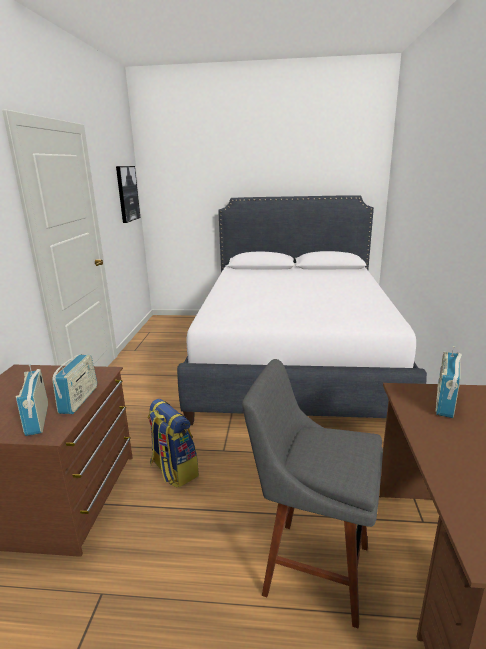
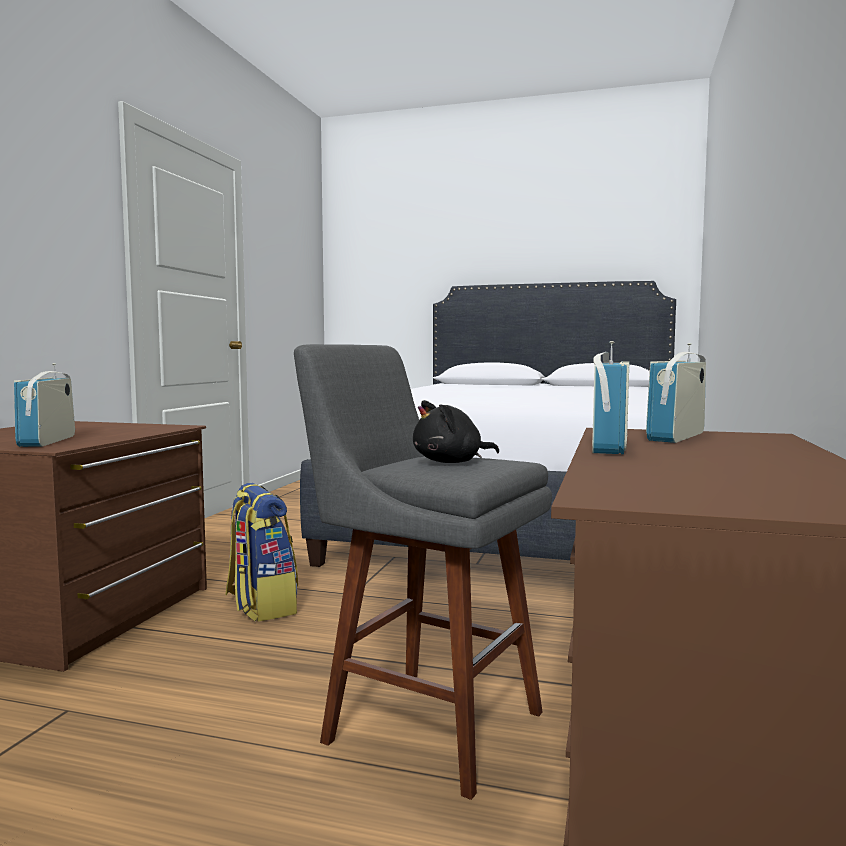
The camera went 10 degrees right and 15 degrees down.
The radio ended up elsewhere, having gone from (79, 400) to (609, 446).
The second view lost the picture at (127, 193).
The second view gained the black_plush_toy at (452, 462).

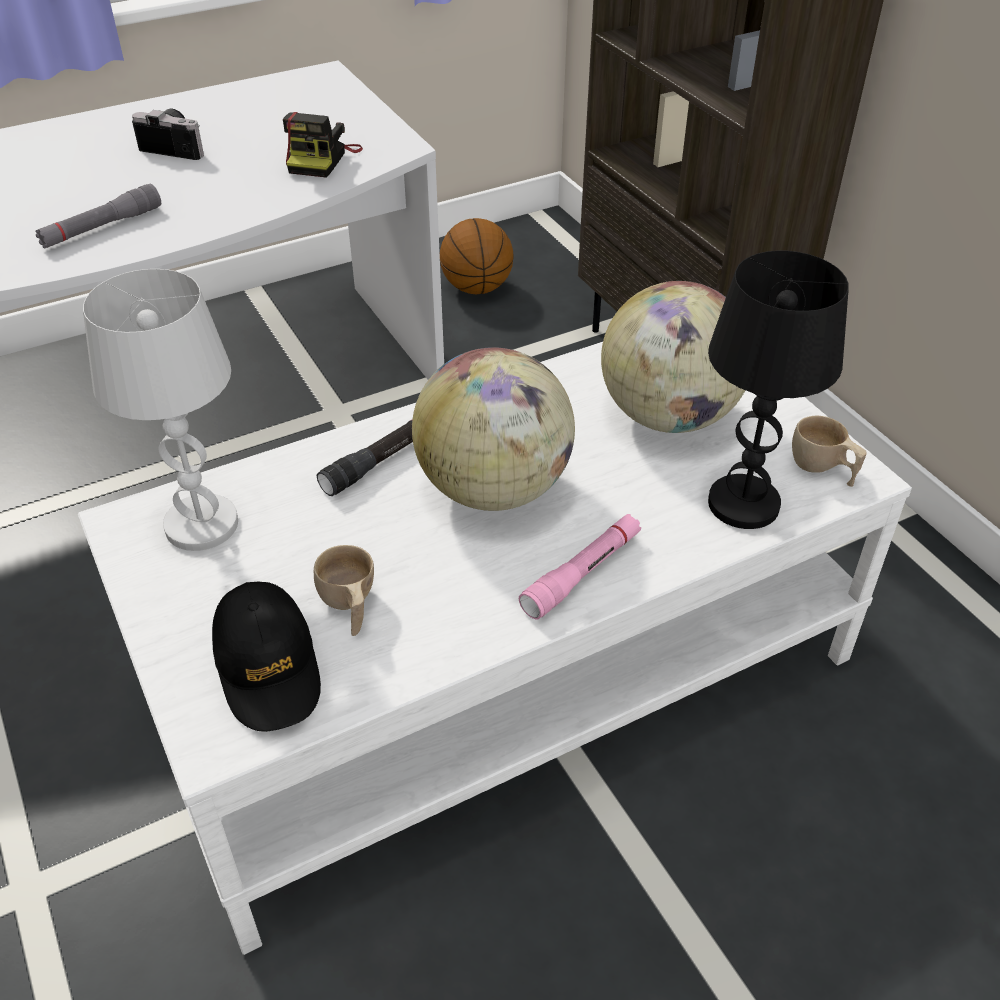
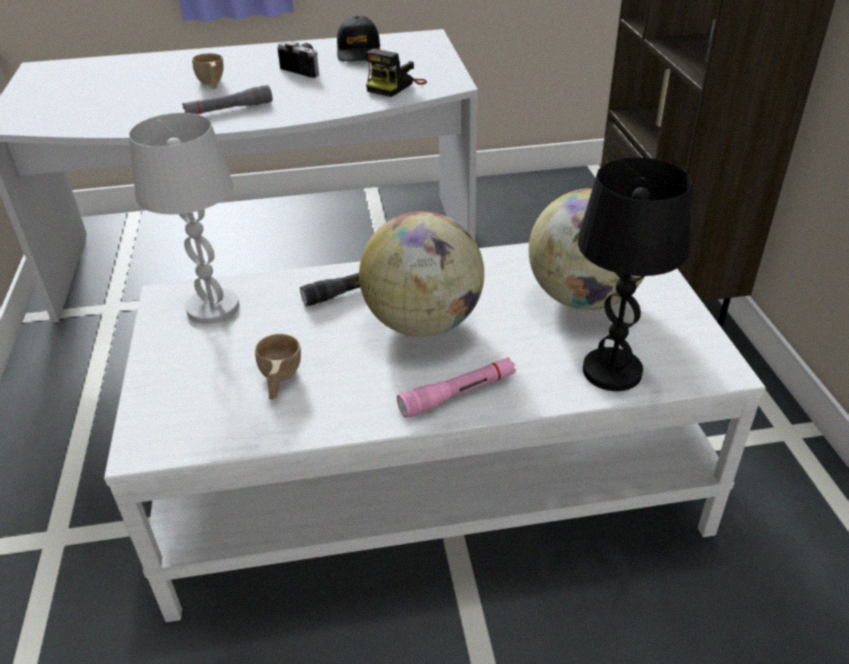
The camera went 20 degrees right and 5 degrees down.
The black_cap ended up elsewhere, having gone from (268, 666) to (358, 52).
The second view lost the basketball at (477, 288).
The beige_cup ended up elsewhere, having gone from (822, 469) to (211, 83).

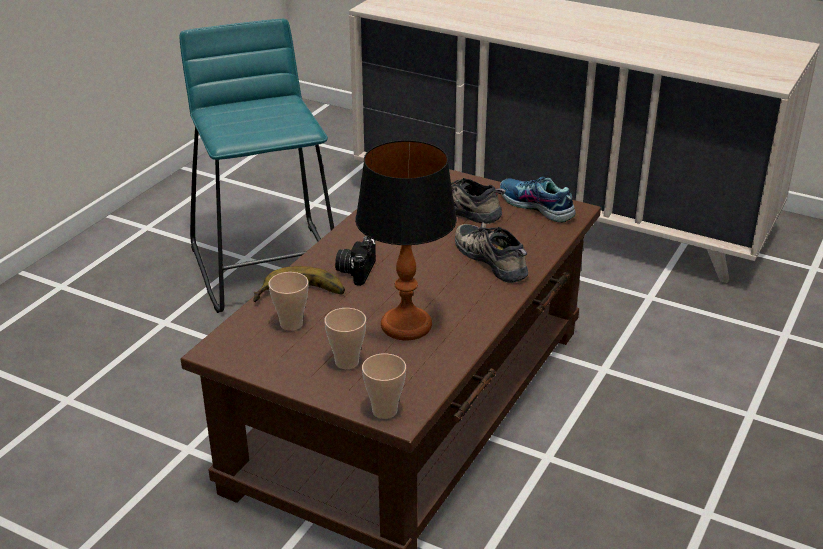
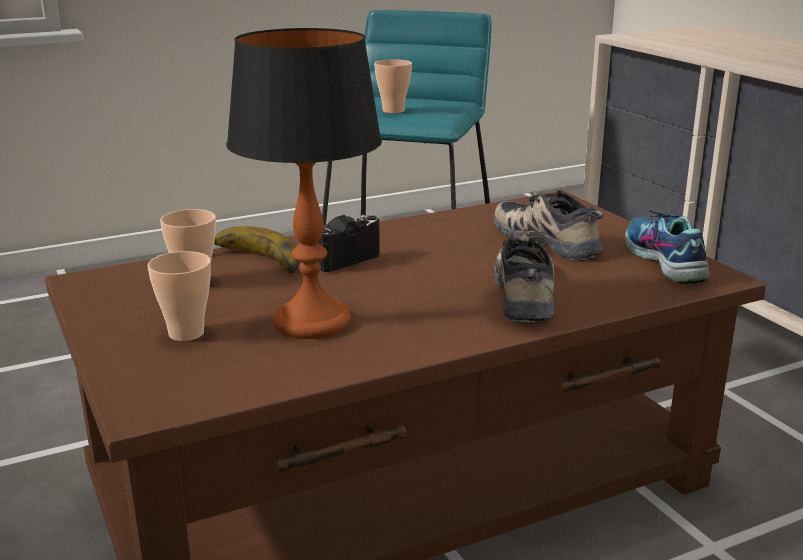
The camera went 35 degrees right and 10 degrees down.
The cup ended up elsewhere, having gone from (384, 411) to (393, 111).

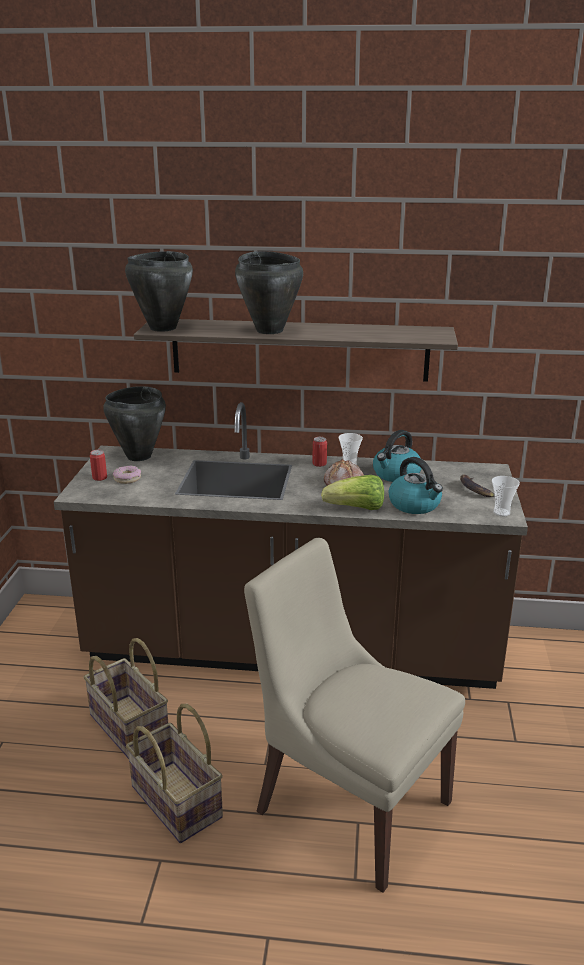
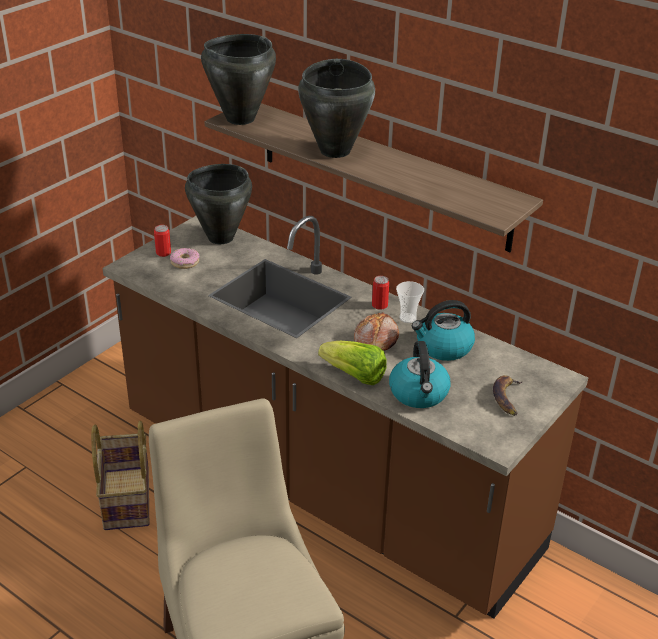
The camera went 30 degrees right and 10 degrees up.
The second view lost the basket at (174, 802).
The second view lost the cup at (501, 512).

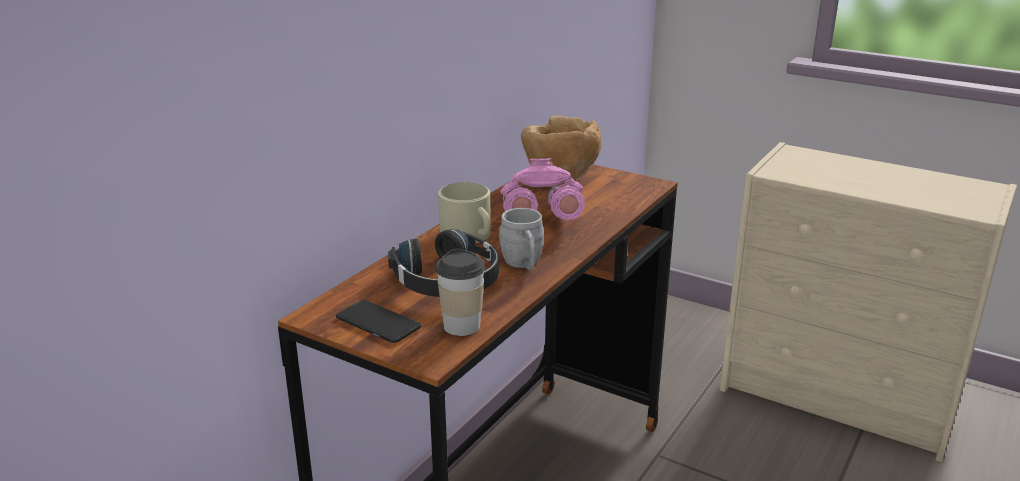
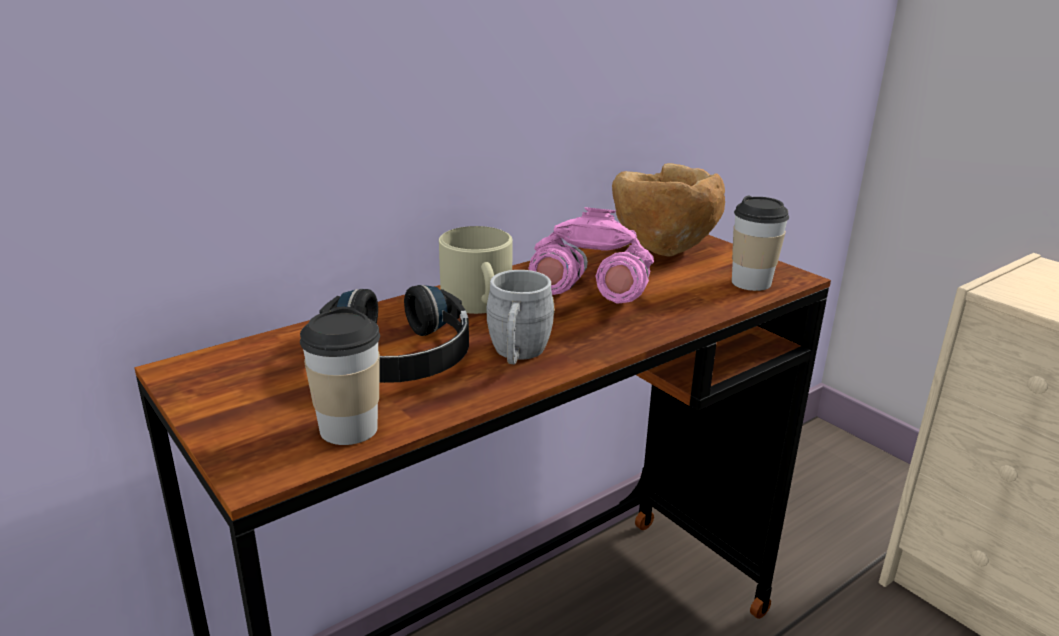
The camera went 20 degrees right and 0 degrees up.
The second view lost the phone at (378, 323).
The second view gained the cup at (751, 282).

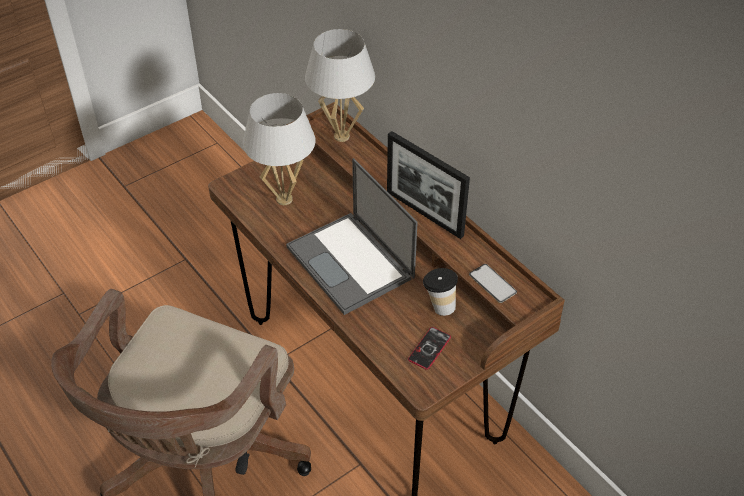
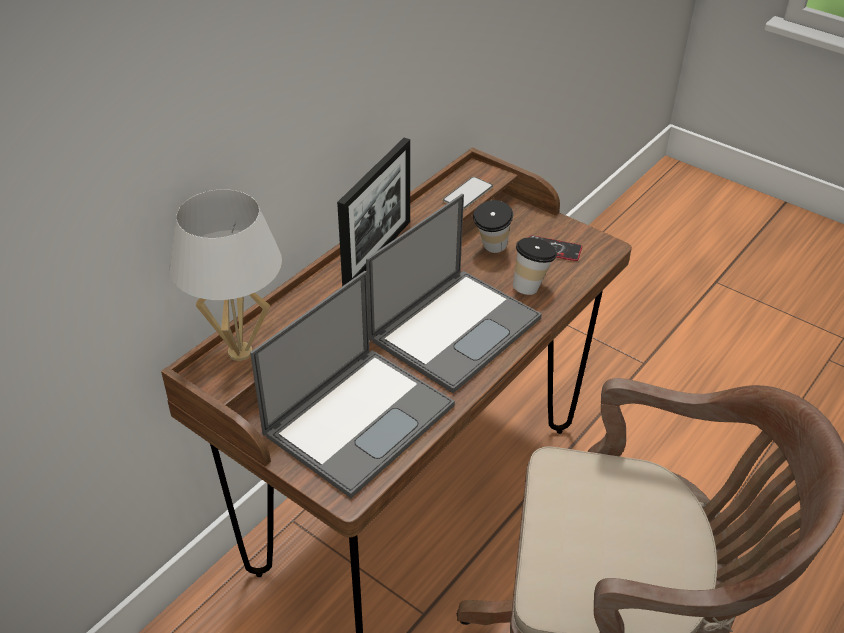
The camera went 105 degrees left and 5 degrees down.
Where the white_table_lamp stood at (284, 199), the laptop came to stand at (360, 418).
The second view gained the cup at (531, 286).

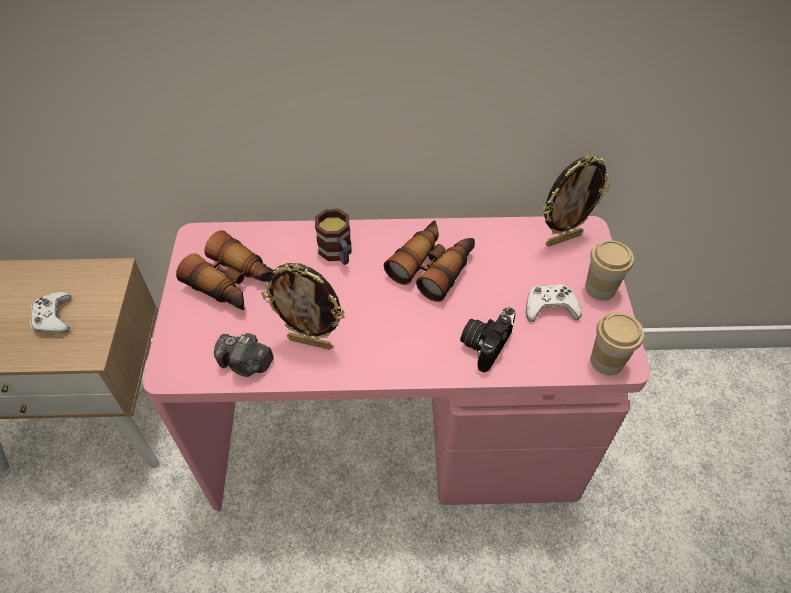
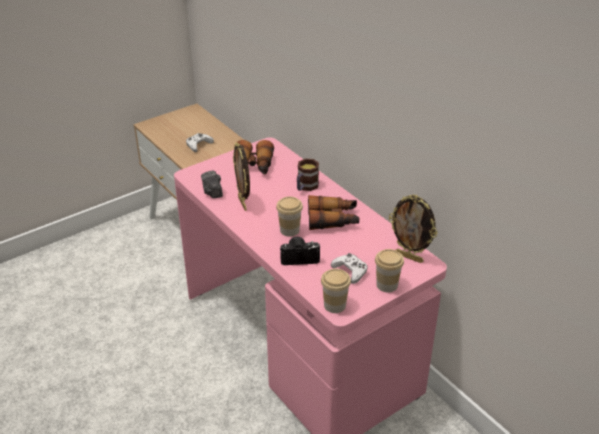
The camera went 55 degrees right and 15 degrees down.
The second view gained the cup at (289, 230).

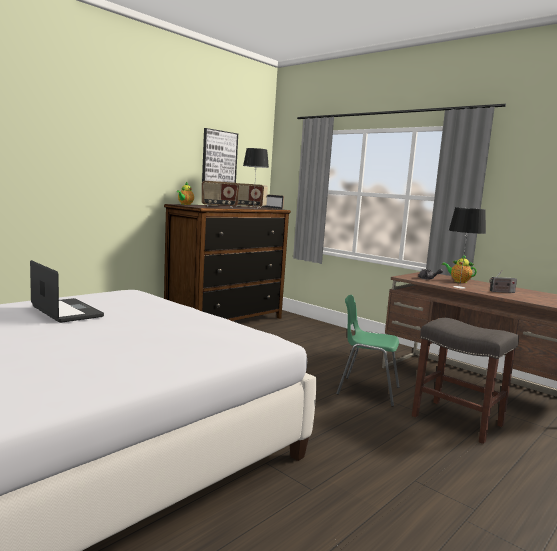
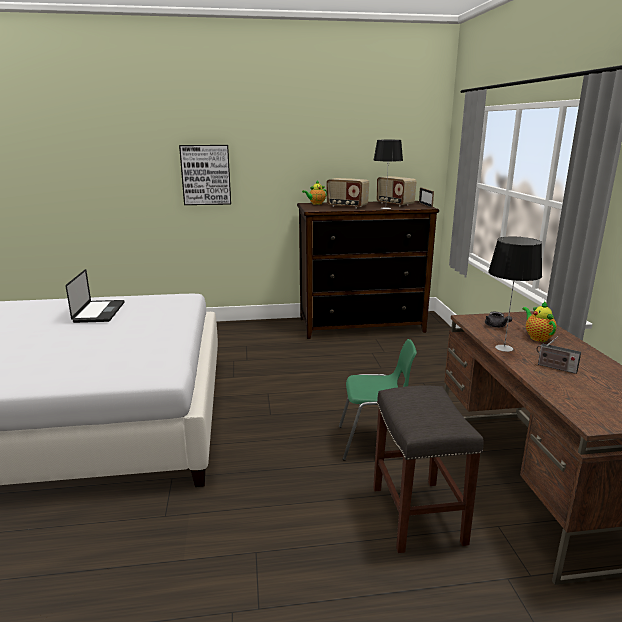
The camera went 40 degrees right and 10 degrees up.
The picture ended up elsewhere, having gone from (219, 157) to (206, 175).
The green_chair at (366, 390) ended up facing another way, 120 degrees clockwise from before.

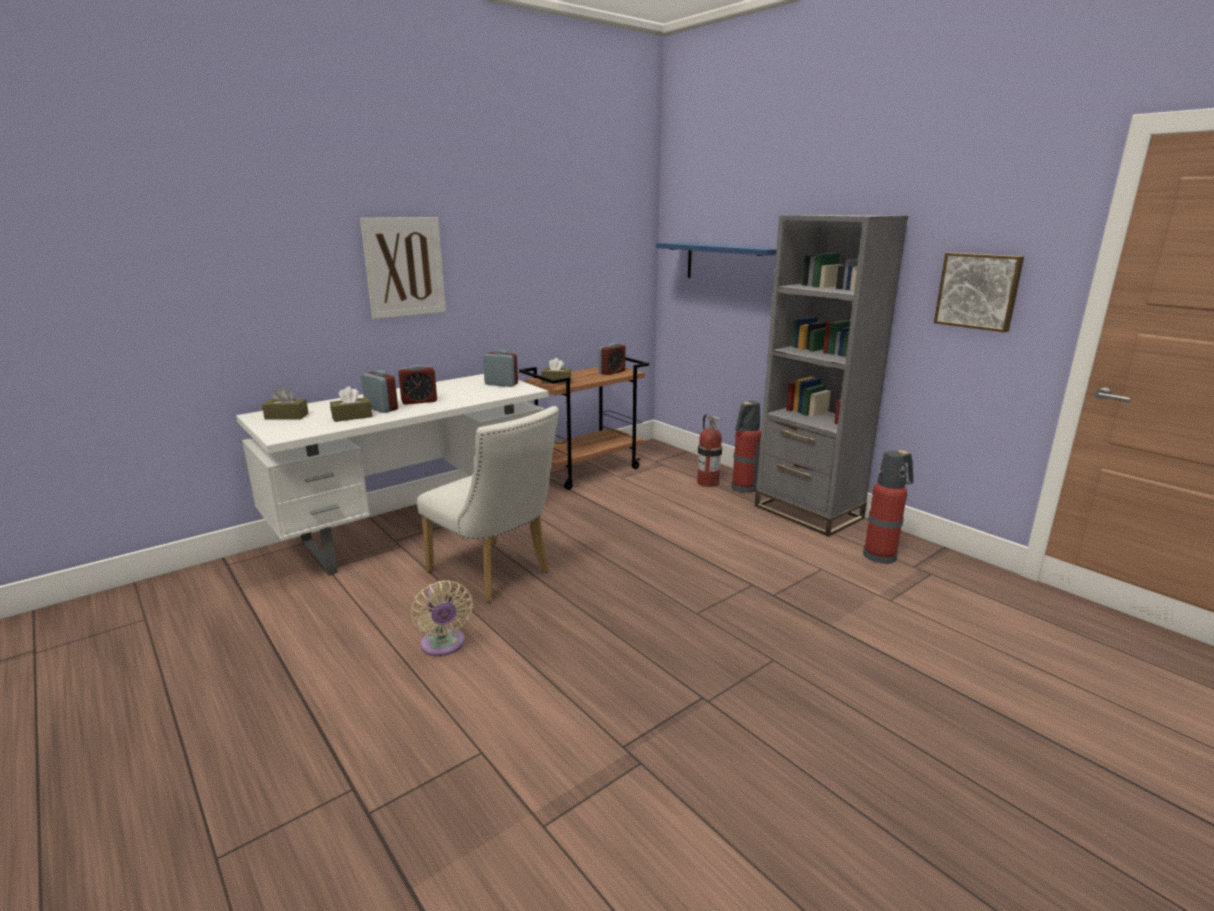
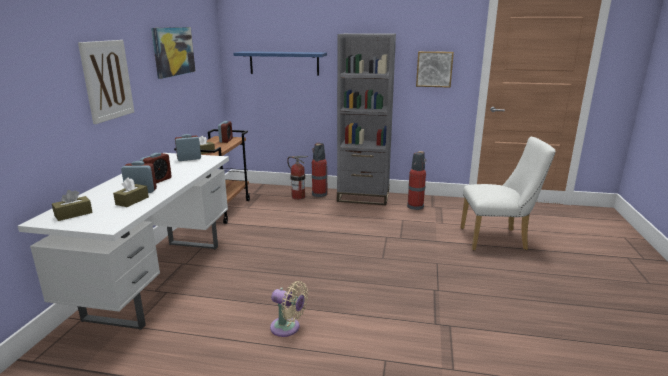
The camera went 40 degrees left and 0 degrees up.
The white_chair ended up elsewhere, having gone from (495, 574) to (498, 239).
The second view gained the picture at (173, 51).

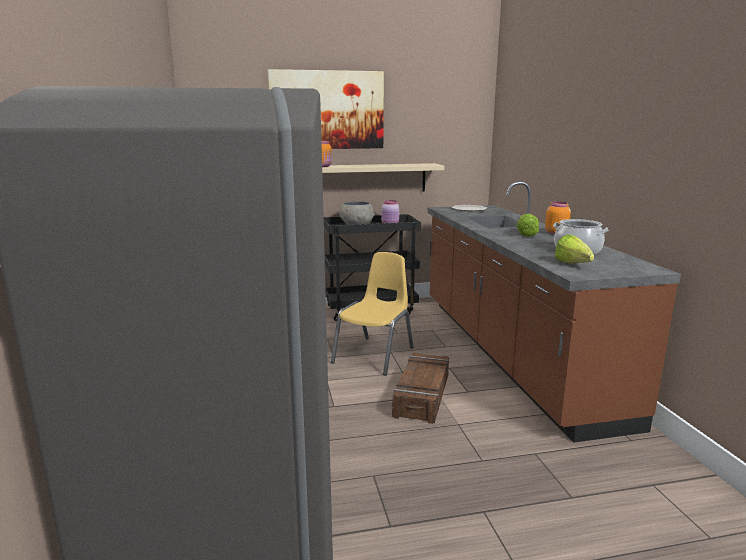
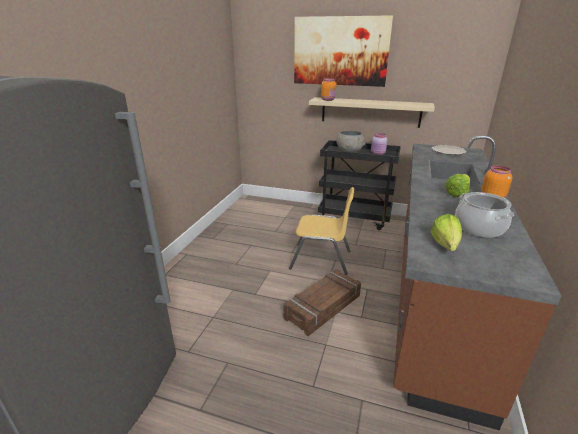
The camera went 30 degrees right and 10 degrees up.
The yellow_chair at (375, 355) ended up facing another way, 45 degrees clockwise from before.

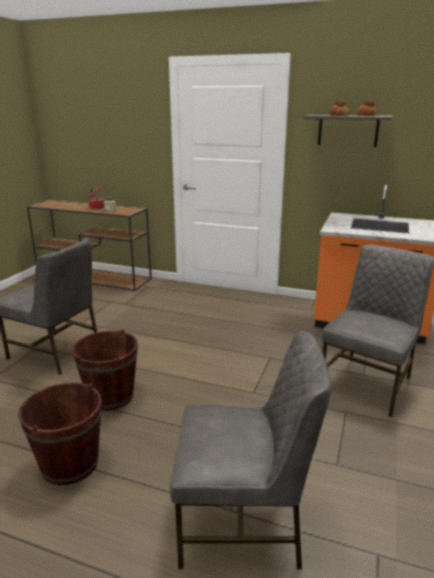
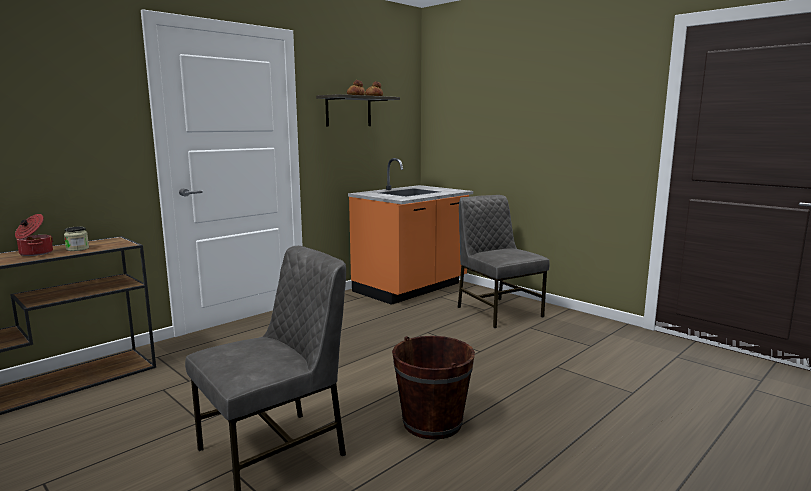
The camera went 65 degrees left and 10 degrees down.
The second view lost the brown_bucket at (70, 464).
The second view lost the grey_chair at (243, 523).

